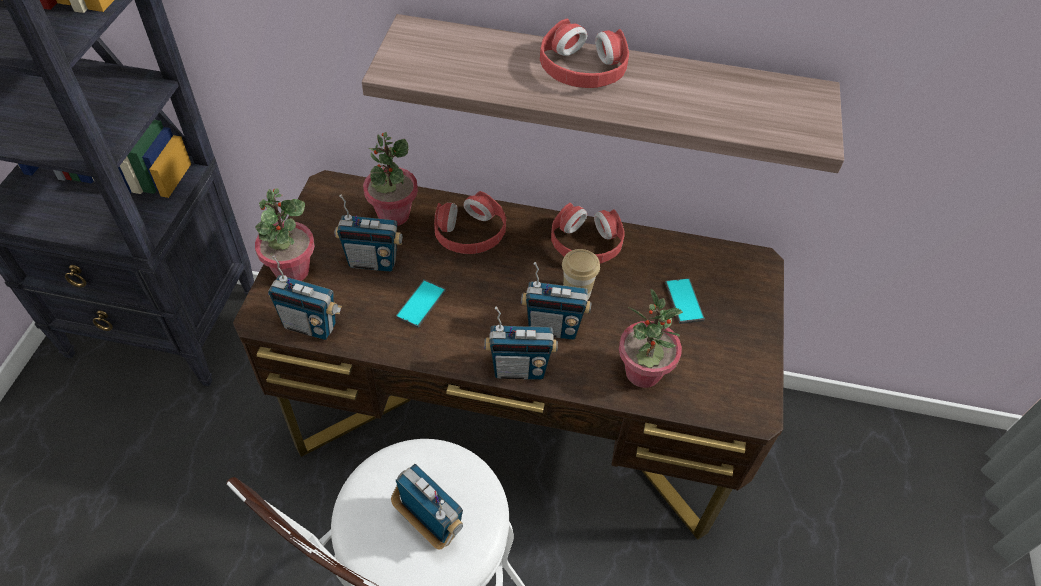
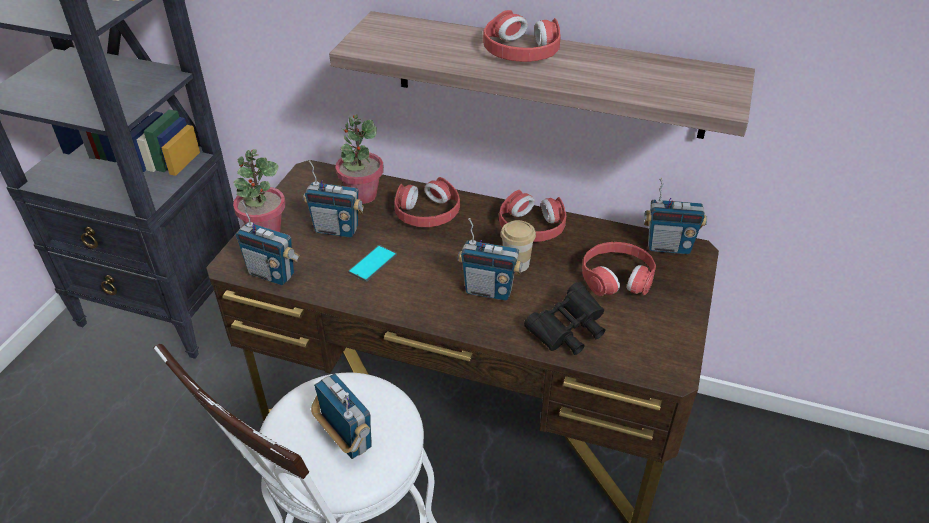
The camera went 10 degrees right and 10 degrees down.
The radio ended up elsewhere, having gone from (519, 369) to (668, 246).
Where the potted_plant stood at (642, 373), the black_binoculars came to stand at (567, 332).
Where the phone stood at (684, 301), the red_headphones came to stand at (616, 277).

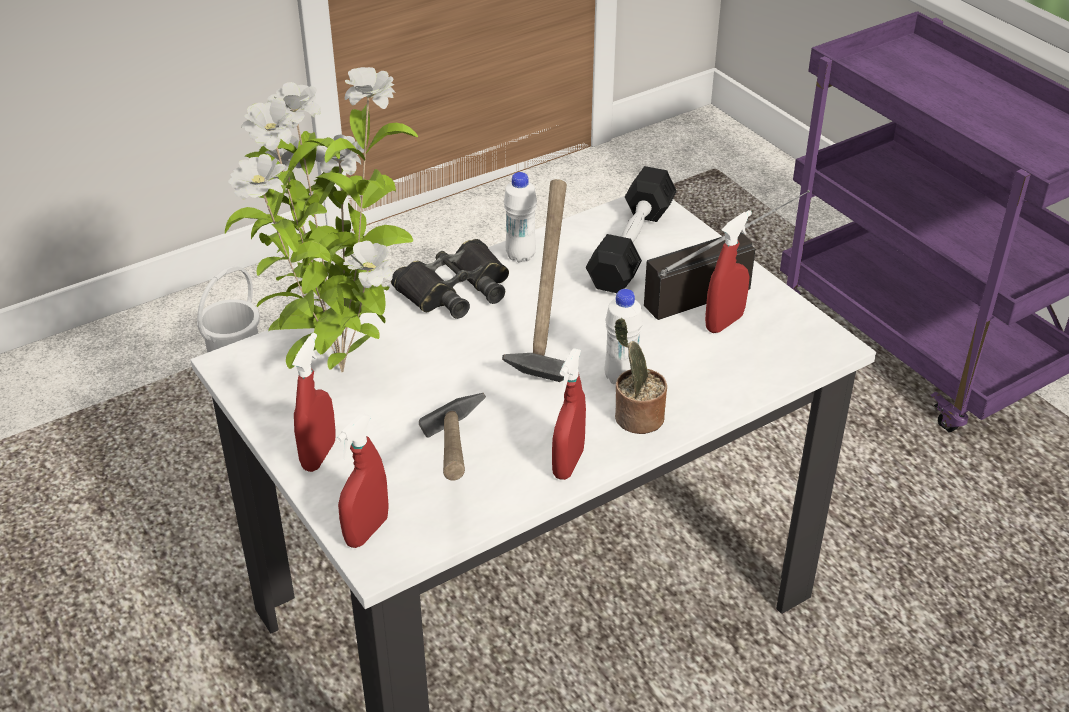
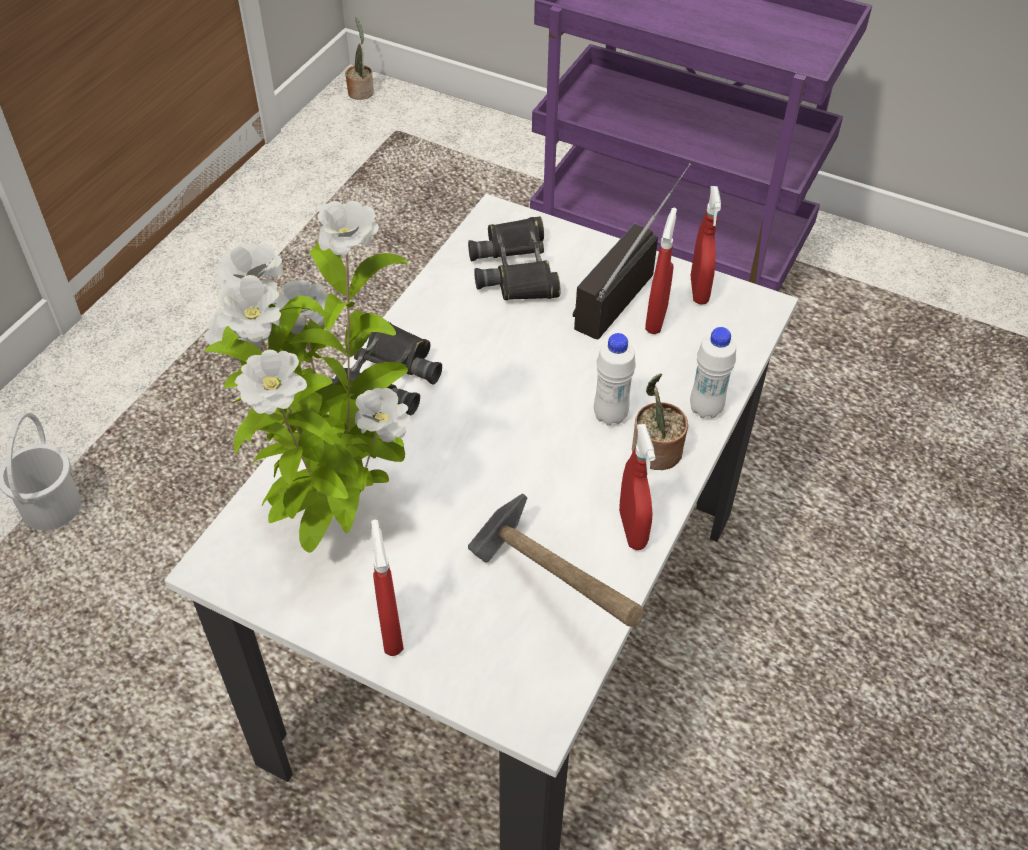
The camera went 30 degrees left and 10 degrees up.
The red_spray_bottle ended up elsewhere, having gone from (366, 531) to (699, 290).
The second view lost the hammer at (544, 335).
The white_bottle ended up elsewhere, having gone from (520, 256) to (705, 408).
Where the black_dumbbell stood at (631, 246), the black_binoculars came to stand at (516, 269).
The second view gained the potted_plant at (361, 91).

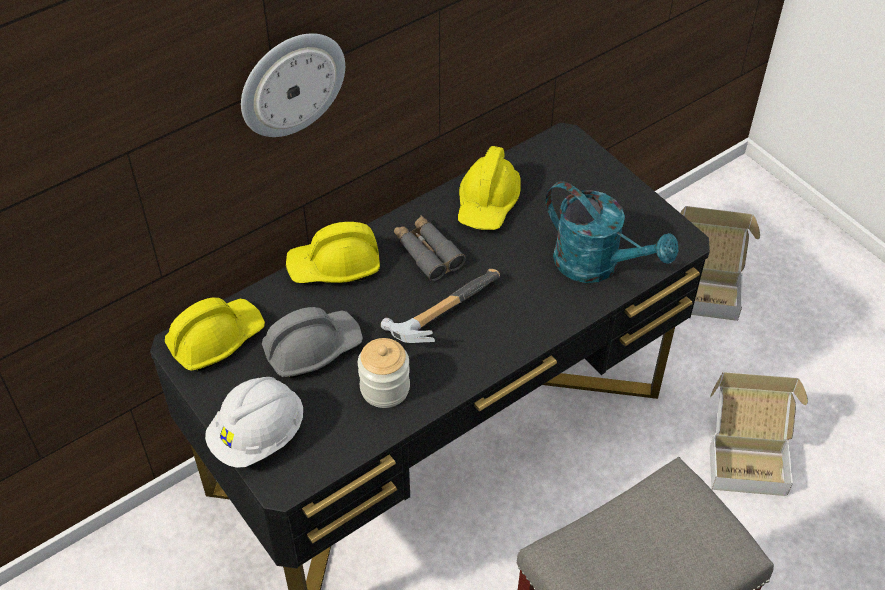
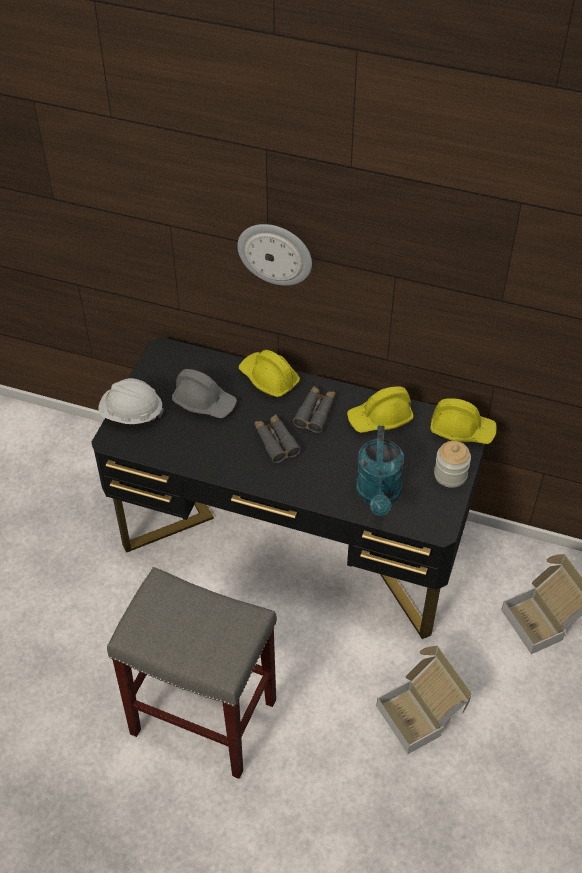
The camera went 55 degrees right and 0 degrees up.
The yellow_hard_hat ended up elsewhere, having gone from (216, 339) to (461, 430).
The jar ended up elsewhere, having gone from (385, 388) to (450, 475).
Where the hammer stood at (439, 312), the grey_binoculars came to stand at (276, 442).

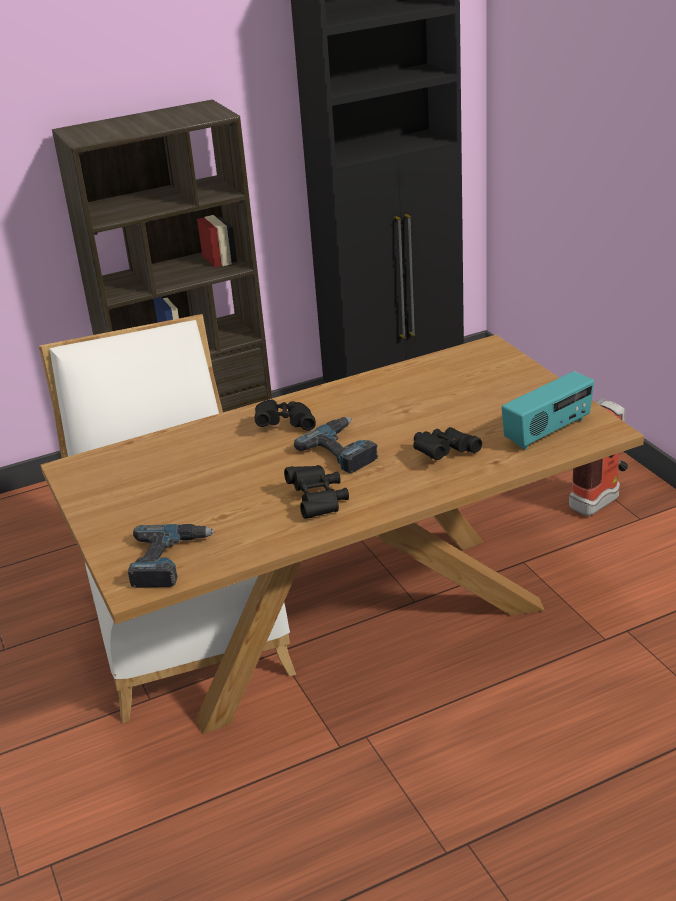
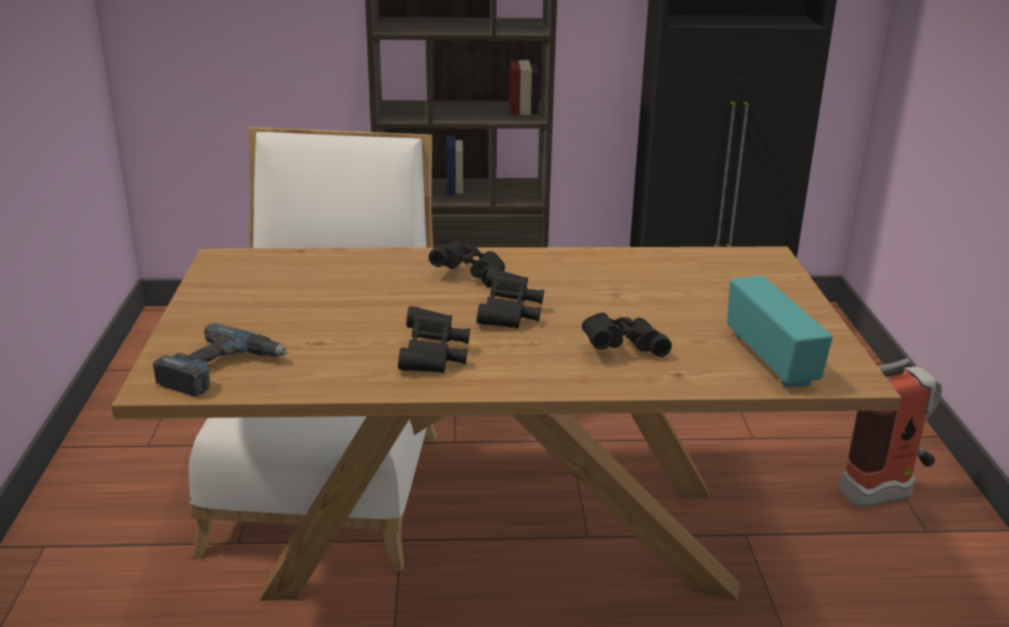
The camera went 20 degrees right and 5 degrees down.
Where the power_drill stood at (343, 450), the black_binoculars came to stand at (509, 314).
The radio at (548, 432) ended up facing another way, 90 degrees counterclockwise from before.

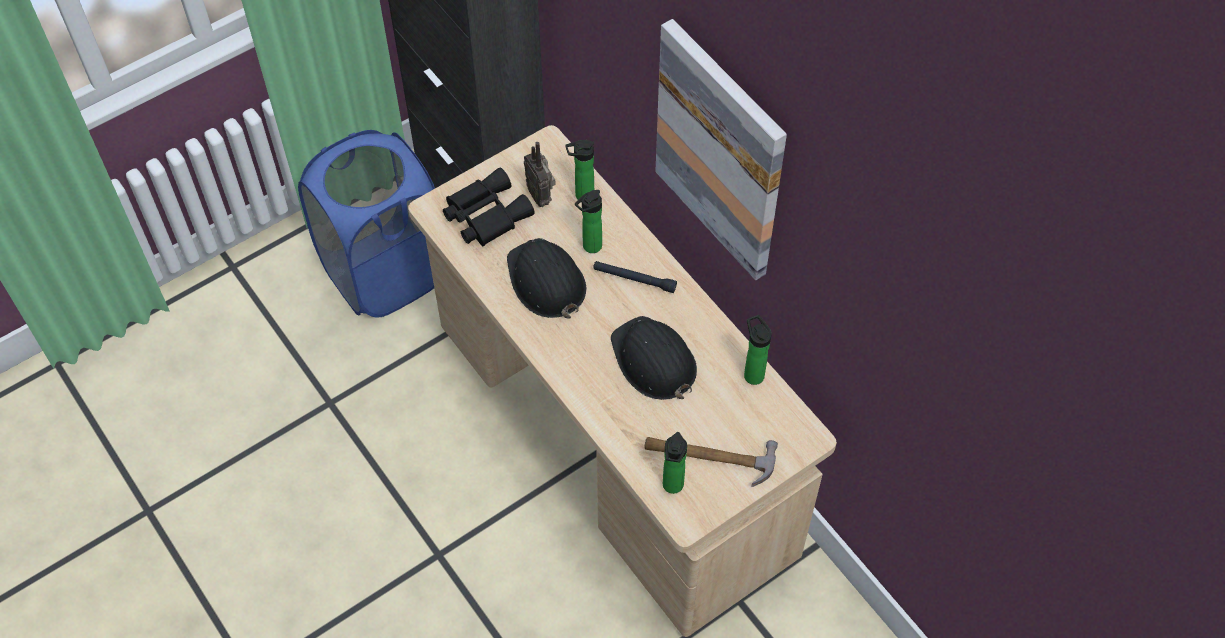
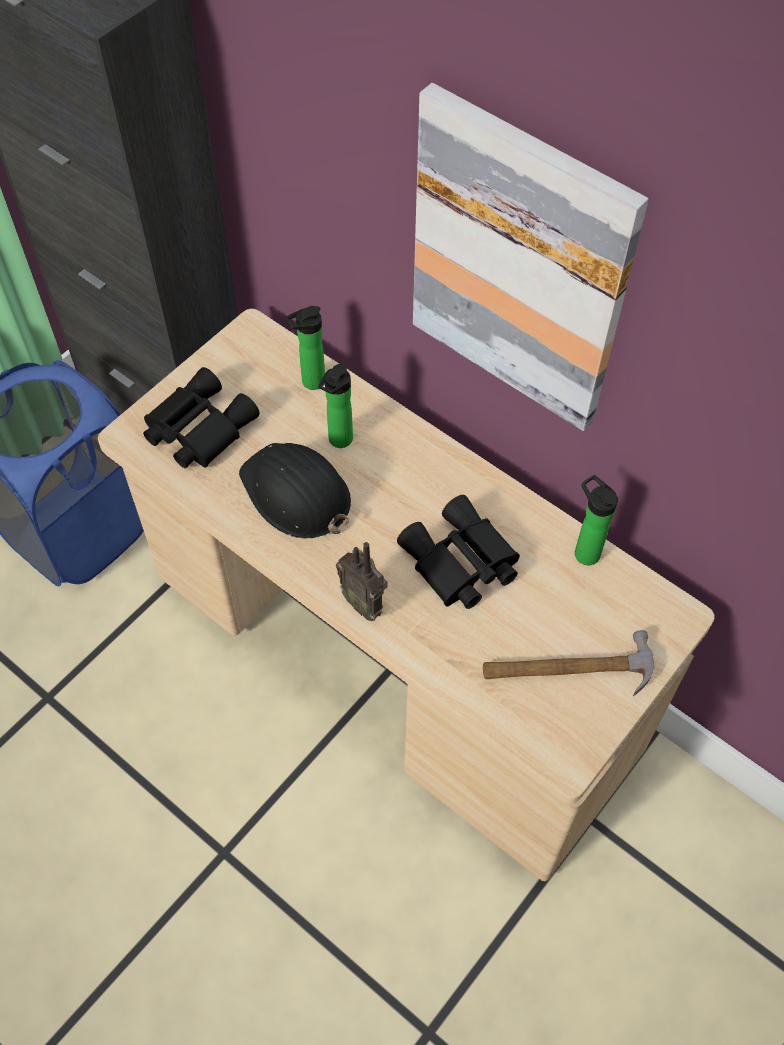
The camera went 15 degrees left and 0 degrees up.
The radio ended up elsewhere, having gone from (541, 196) to (364, 603).
The second view lost the black_flashlight at (634, 279).
Where the black_hard_hat stood at (653, 361), the black_binoculars came to stand at (459, 564).
The second view lost the bottle at (672, 487).

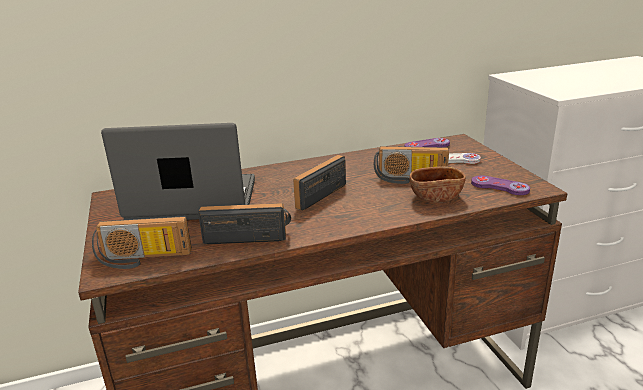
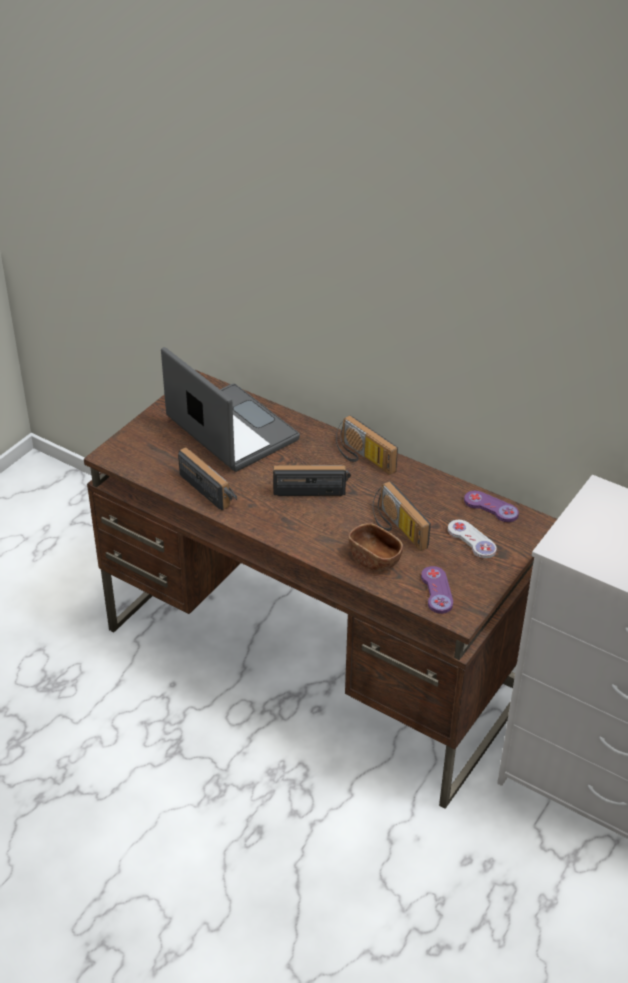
The camera went 50 degrees right and 15 degrees up.
The radio ended up elsewhere, having gone from (143, 259) to (362, 458).

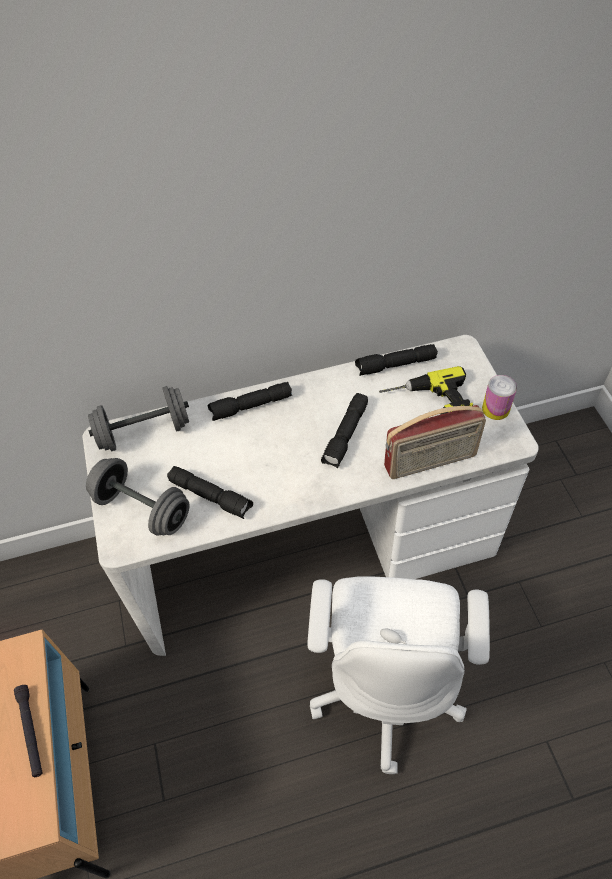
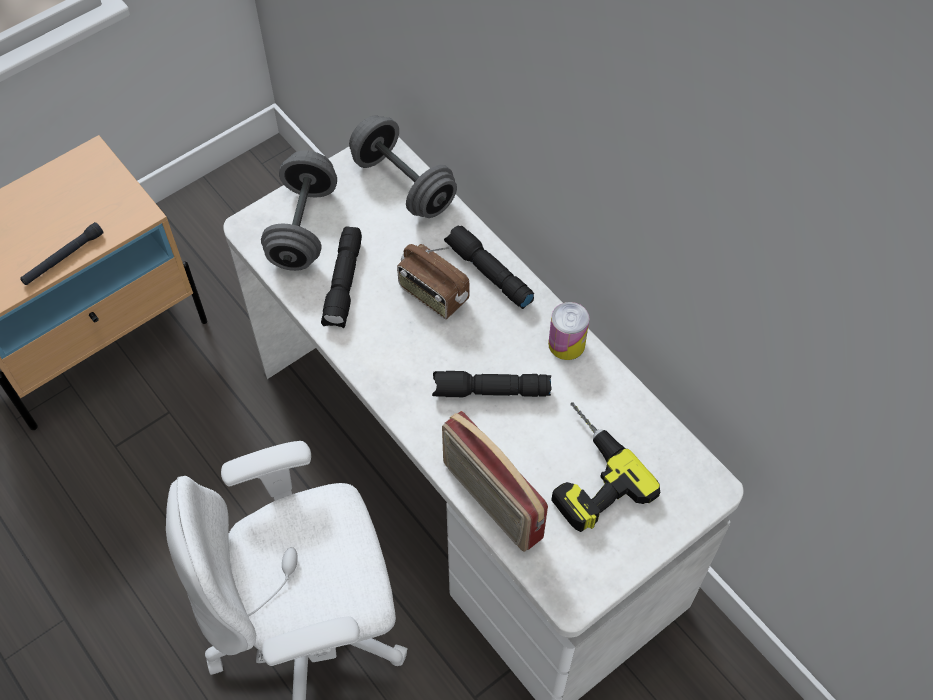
The camera went 65 degrees right and 5 degrees up.
The second view lost the black_flashlight at (395, 365).
The can ended up elsewhere, having gone from (495, 409) to (566, 344).
The second view gained the radio at (433, 295).

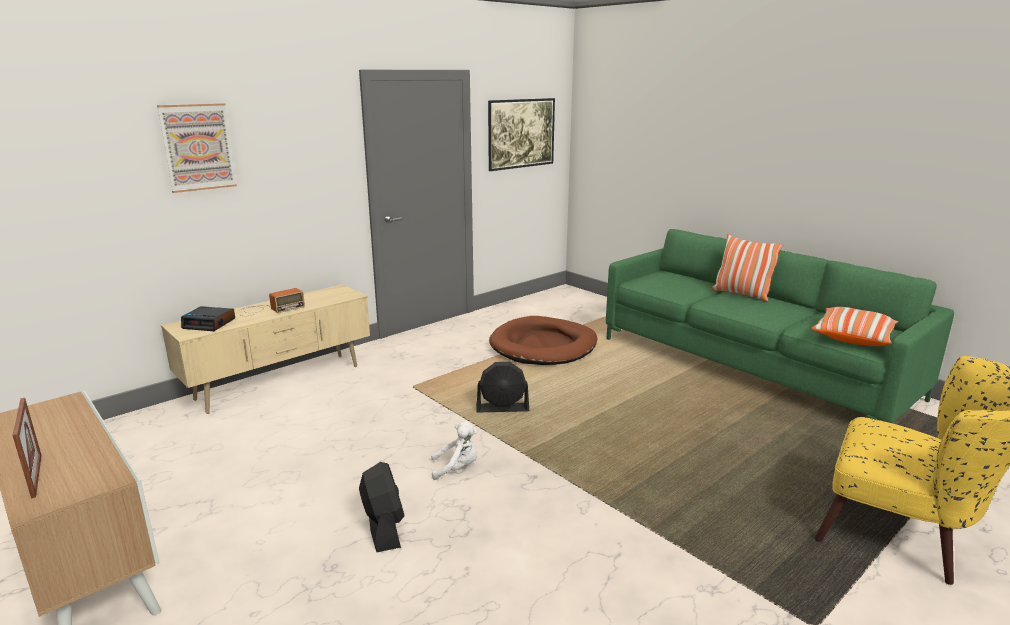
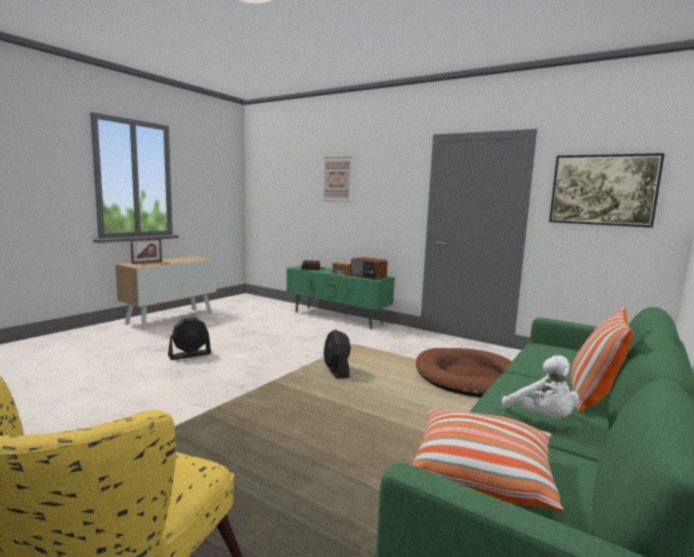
The camera went 75 degrees right and 10 degrees down.
What was the beige_tv_stand at (280, 383) turned into the green_tv_stand at (337, 318).
The white_plush_toy ended up elsewhere, having gone from (457, 468) to (542, 418).
The second view gained the radio at (368, 276).

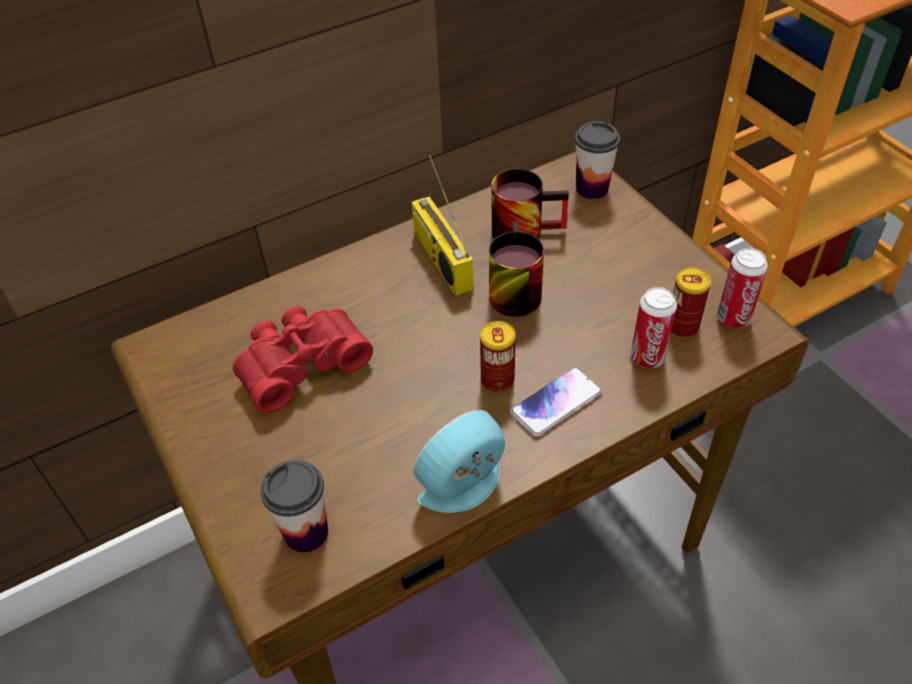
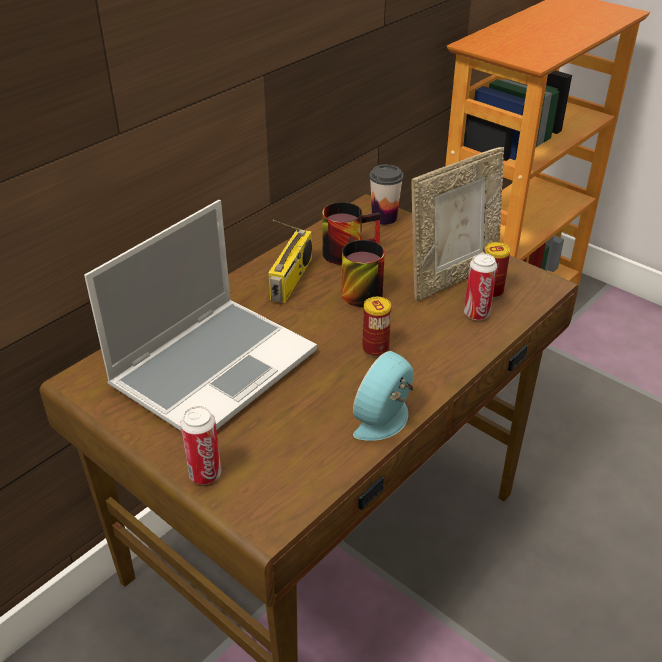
The camera went 20 degrees left and 10 degrees down.
Where the red_binoculars stood at (300, 363), the laptop came to stand at (214, 367).
The second view lost the cup at (306, 532).
The radio at (440, 259) ended up facing another way, 120 degrees counterclockwise from before.
The second view lost the phone at (556, 403).
The can ended up elsewhere, having gone from (733, 318) to (205, 474).
The second view gained the picture_frame at (452, 278).

